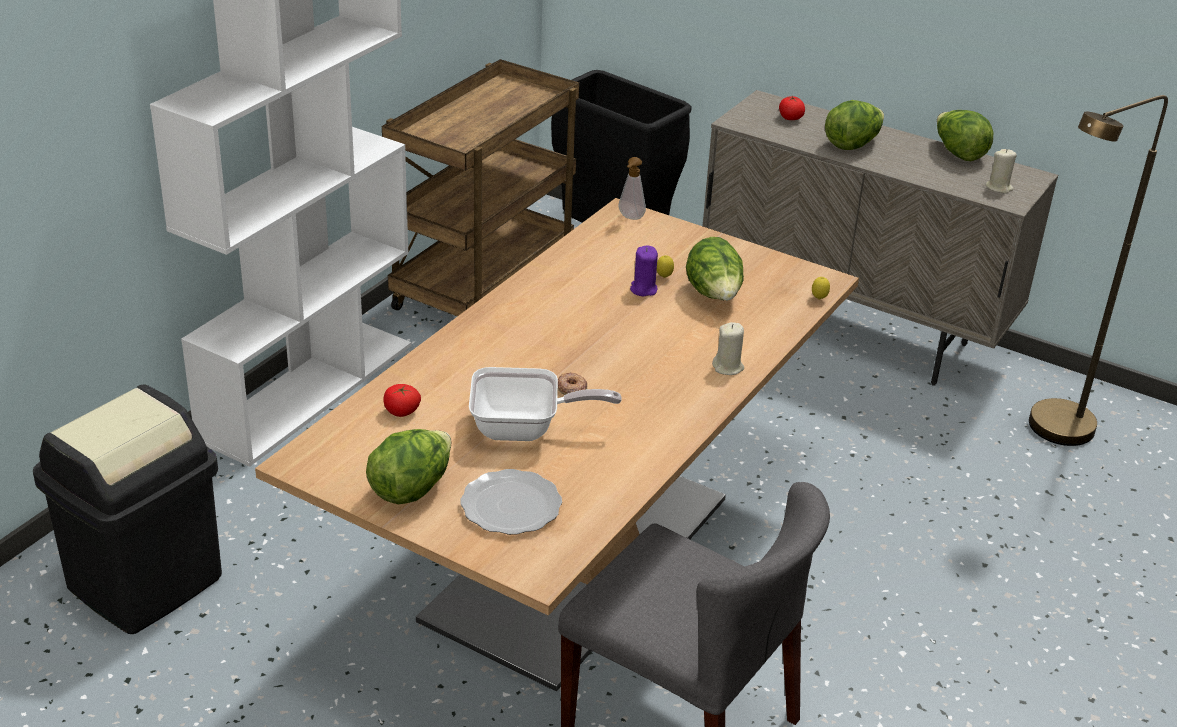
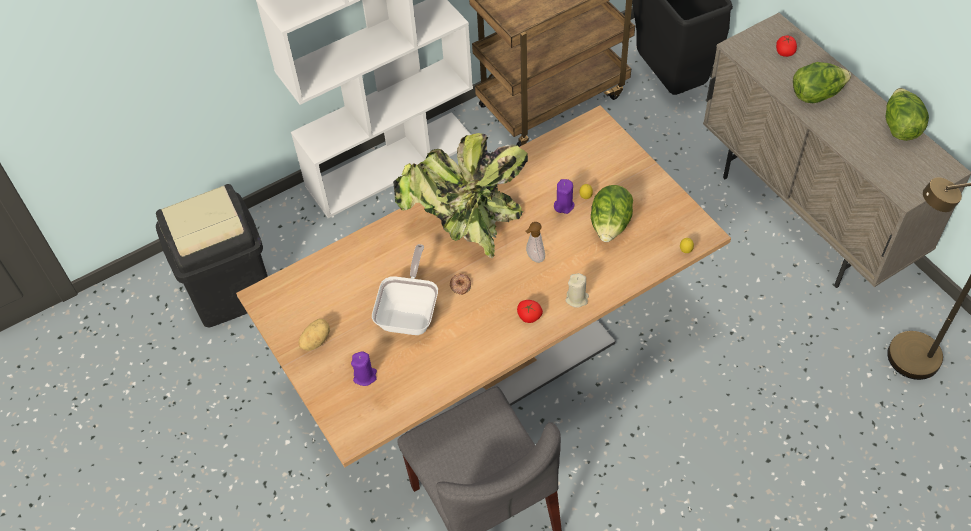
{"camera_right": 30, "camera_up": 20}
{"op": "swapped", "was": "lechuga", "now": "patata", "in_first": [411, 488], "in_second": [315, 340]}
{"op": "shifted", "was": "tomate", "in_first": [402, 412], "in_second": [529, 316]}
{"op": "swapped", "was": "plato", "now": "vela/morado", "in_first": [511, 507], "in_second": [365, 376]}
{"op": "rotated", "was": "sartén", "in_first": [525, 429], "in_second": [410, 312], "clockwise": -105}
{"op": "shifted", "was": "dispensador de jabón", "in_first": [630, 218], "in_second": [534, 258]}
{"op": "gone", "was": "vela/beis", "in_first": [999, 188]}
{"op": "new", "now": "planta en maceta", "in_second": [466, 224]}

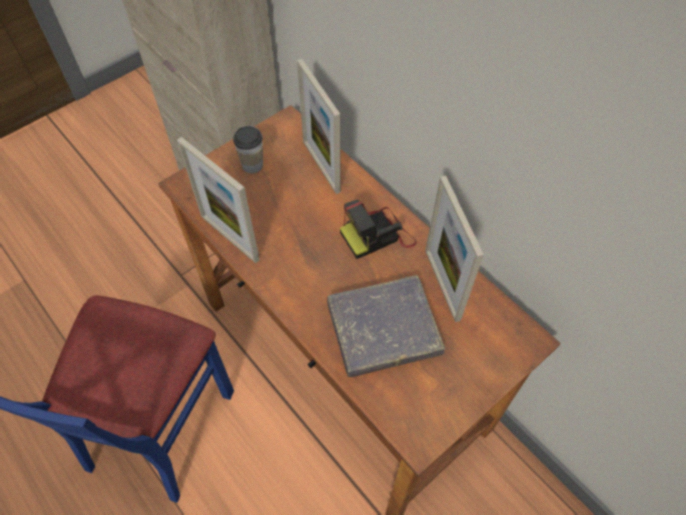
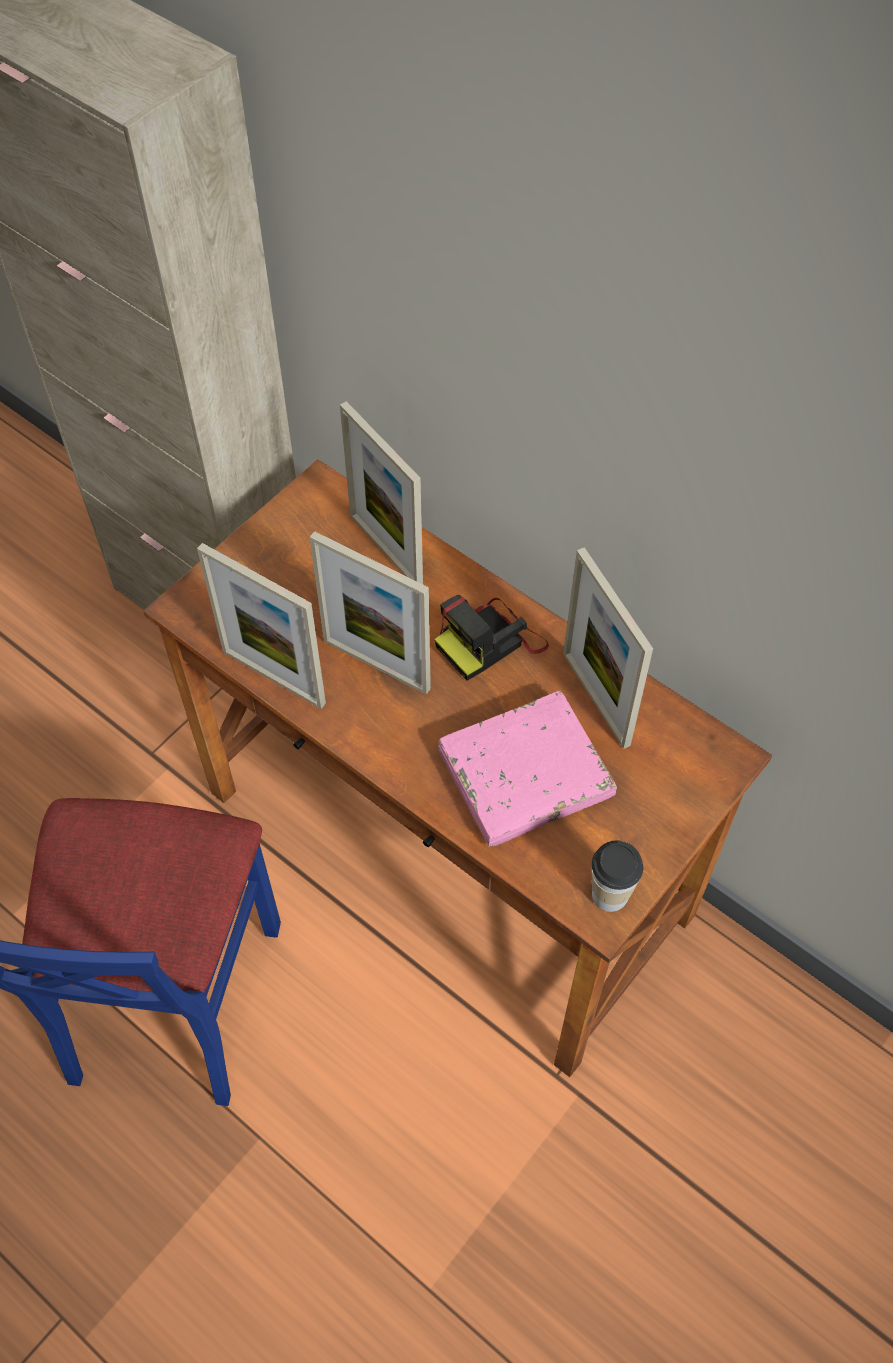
{"camera_right": -10, "camera_up": 0}
{"op": "shifted", "was": "taza", "in_first": [252, 165], "in_second": [610, 894]}
{"op": "repainted", "was": "libro/gris", "now": "libro/rosa", "in_first": [383, 328], "in_second": [525, 773]}
{"op": "new", "now": "portarretratos", "in_second": [376, 664]}

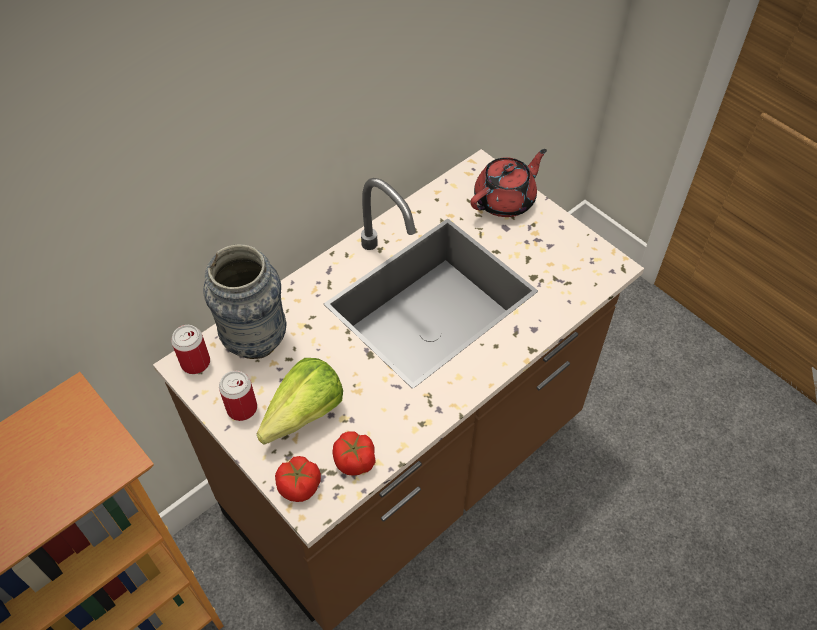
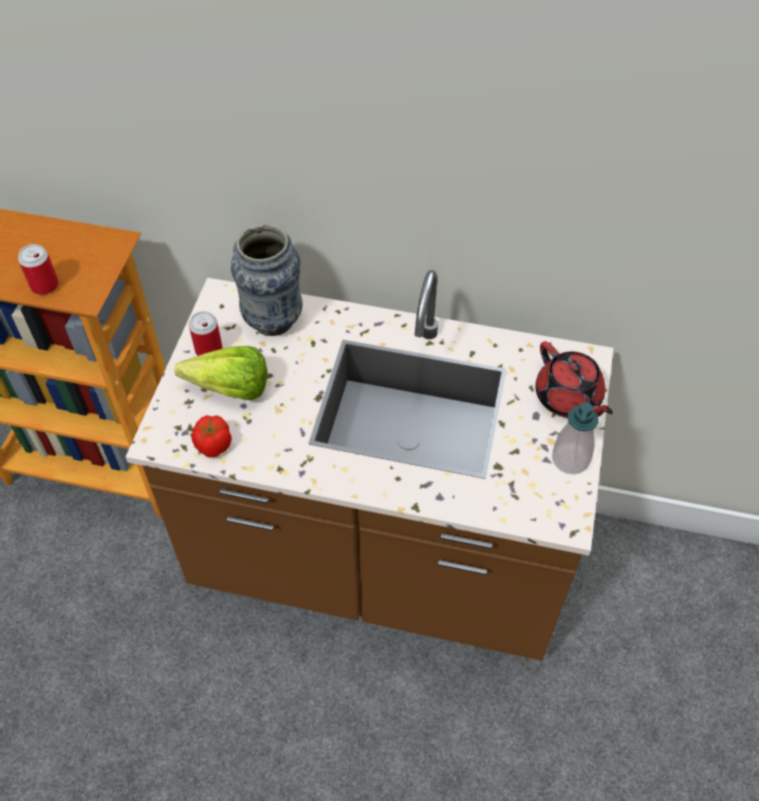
{"camera_right": 55, "camera_up": 0}
{"op": "shifted", "was": "lata", "in_first": [195, 362], "in_second": [44, 285]}
{"op": "gone", "was": "tomate", "in_first": [300, 486]}
{"op": "rotated", "was": "tetera/rojo", "in_first": [505, 200], "in_second": [568, 398], "clockwise": 45}
{"op": "new", "now": "dispensador de jabón", "in_second": [570, 459]}

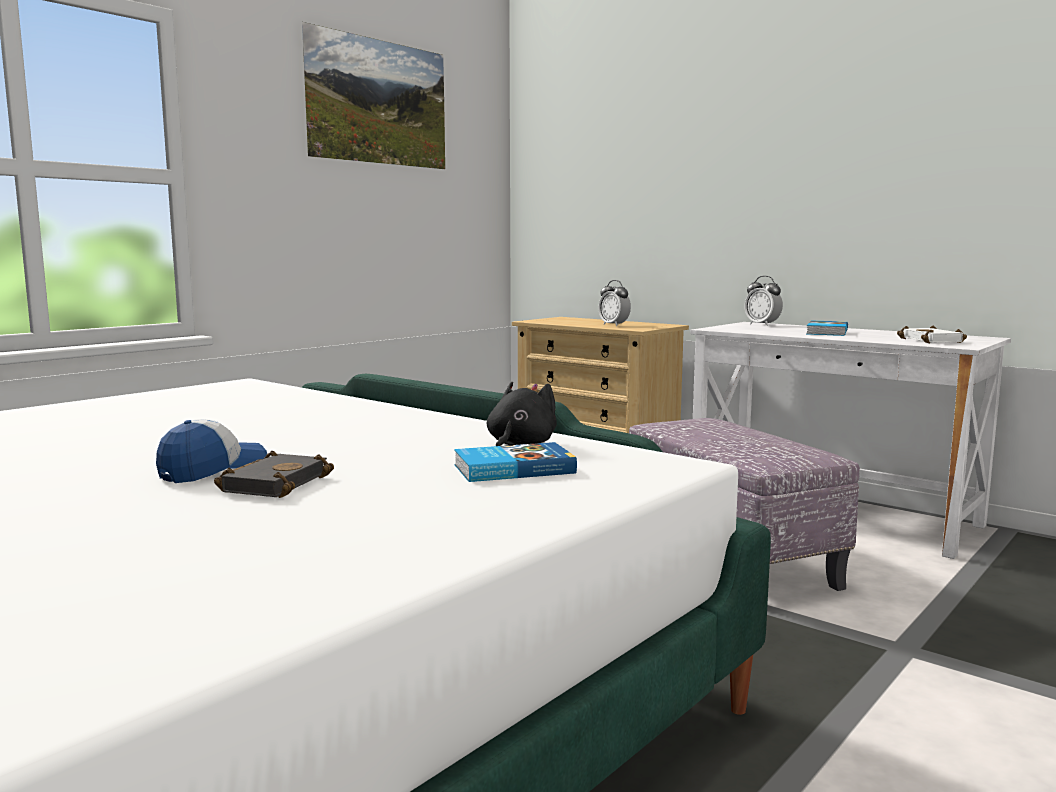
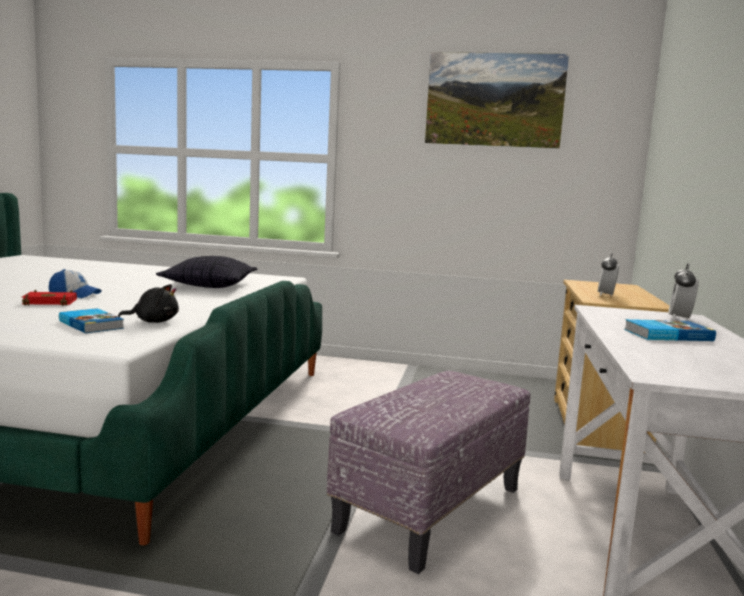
{"camera_right": 60, "camera_up": 0}
{"op": "repainted", "was": "libro/negro", "now": "libro/rojo", "in_first": [274, 483], "in_second": [52, 302]}
{"op": "gone", "was": "libro/blanco", "in_first": [933, 340]}
{"op": "new", "now": "cojín", "in_second": [209, 286]}

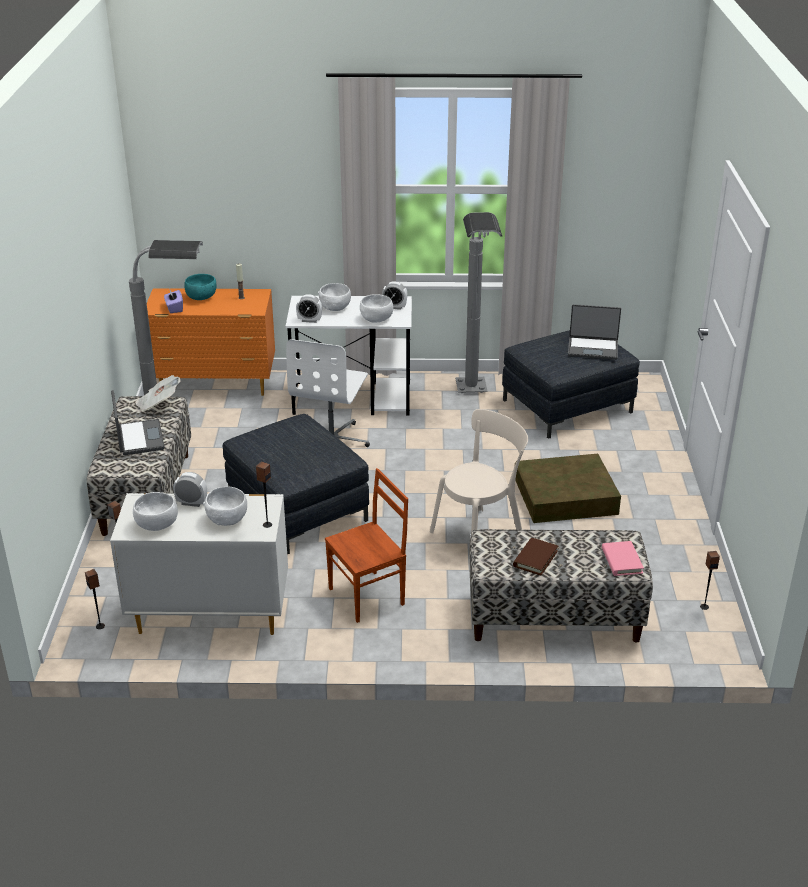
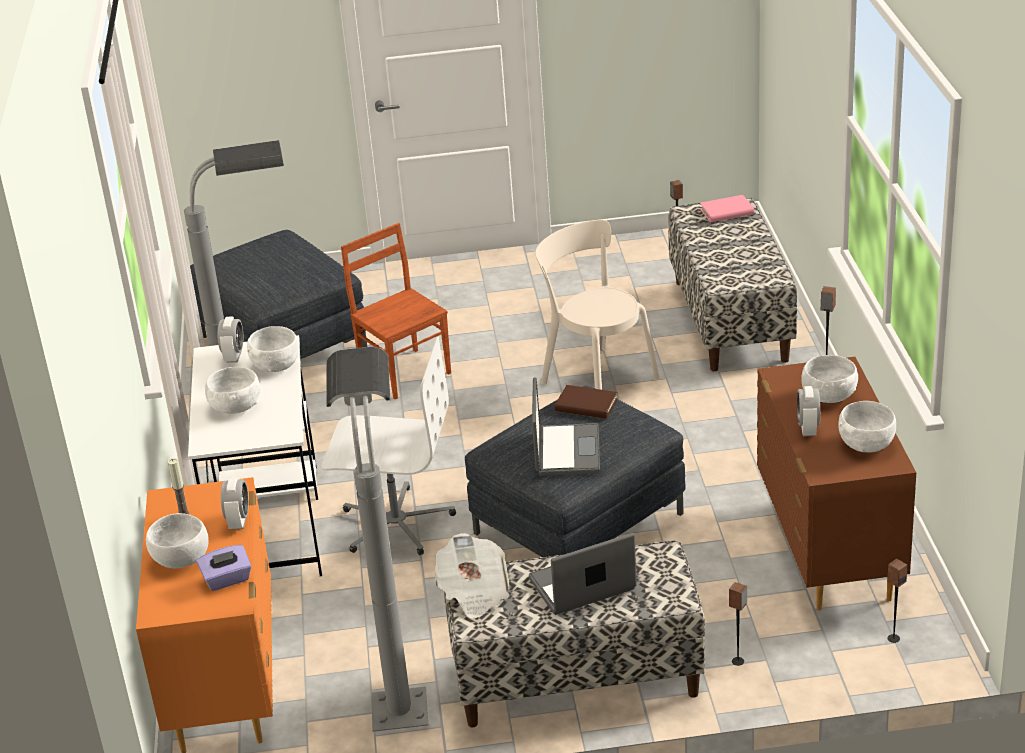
{"camera_right": -95, "camera_up": 0}
{"op": "repainted", "was": "cómoda/blanco", "now": "cómoda/marrón", "in_first": [208, 614], "in_second": [828, 551]}
{"op": "repainted", "was": "cuenco/turquesa", "now": "cuenco/blanco", "in_first": [201, 297], "in_second": [181, 559]}
{"op": "shifted", "was": "despertador", "in_first": [309, 320], "in_second": [238, 521]}
{"op": "shifted", "was": "silla/marrón", "in_first": [368, 597], "in_second": [405, 373]}
{"op": "shifted", "was": "libro/marrón", "in_first": [535, 558], "in_second": [586, 405]}
{"op": "gone", "was": "caja de almacenaje/marrón", "in_first": [565, 496]}
{"op": "shifted", "was": "portátil", "in_first": [593, 348], "in_second": [565, 451]}

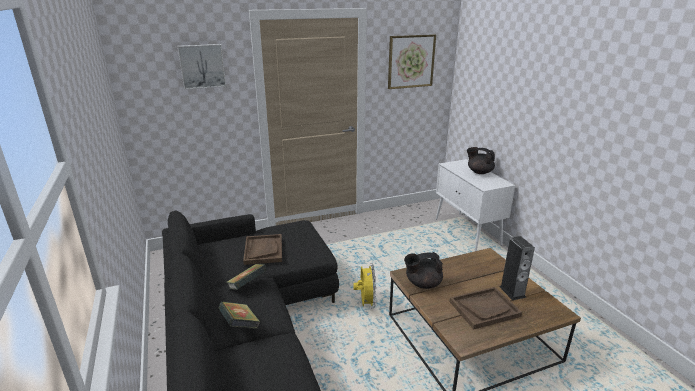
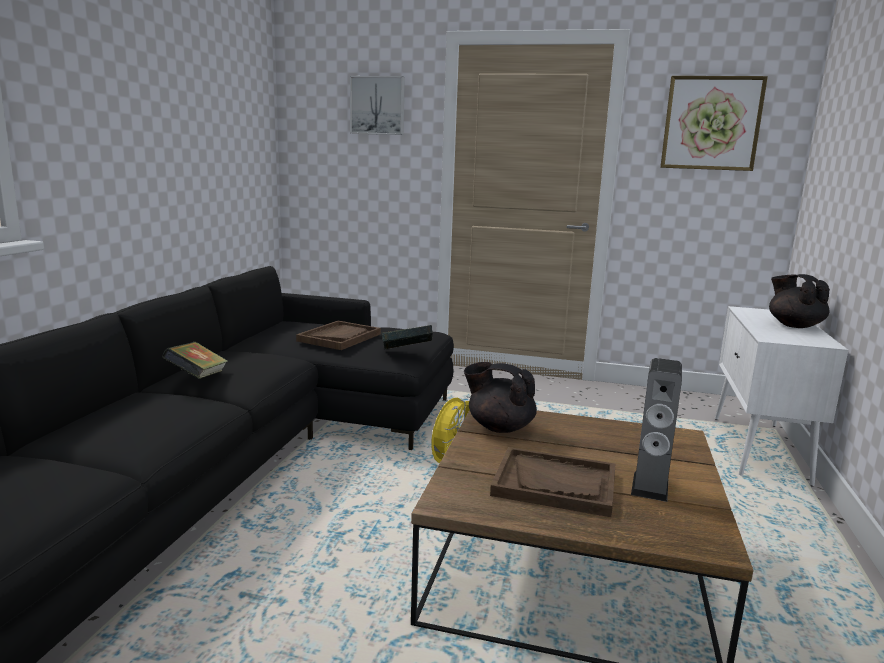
{"camera_right": 35, "camera_up": -10}
{"op": "shifted", "was": "libro", "in_first": [247, 286], "in_second": [406, 353]}

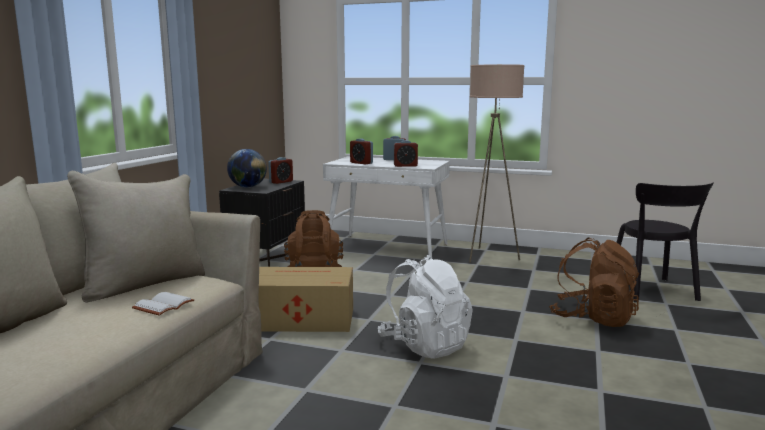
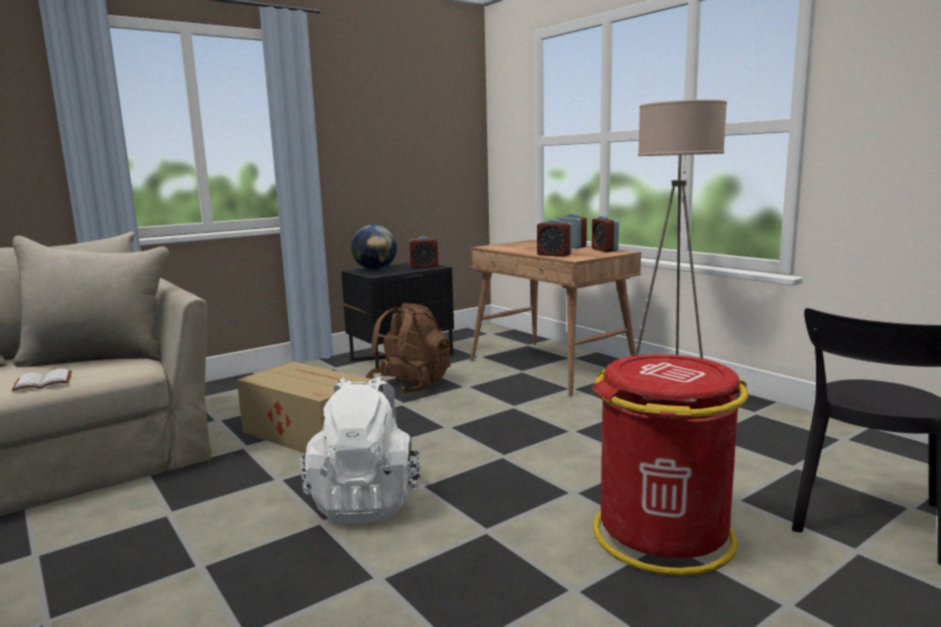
{"camera_right": 35, "camera_up": 0}
{"op": "repainted", "was": "escritorio/blanco", "now": "escritorio/marrón", "in_first": [388, 248], "in_second": [551, 367]}
{"op": "shifted", "was": "despertador", "in_first": [361, 163], "in_second": [604, 250]}
{"op": "swapped", "was": "mochila/marrón", "now": "papelera/rojo", "in_first": [592, 318], "in_second": [663, 535]}

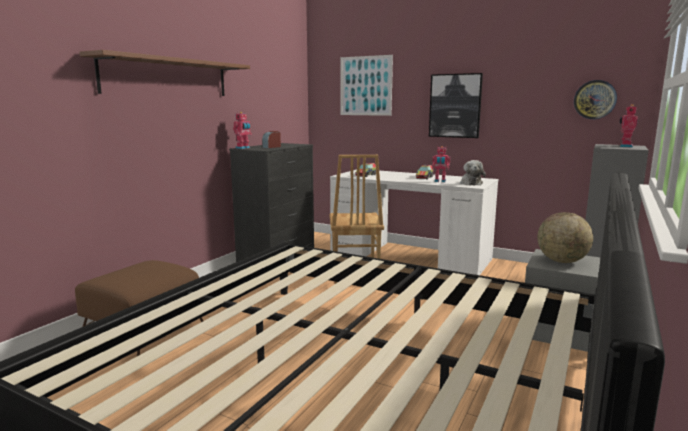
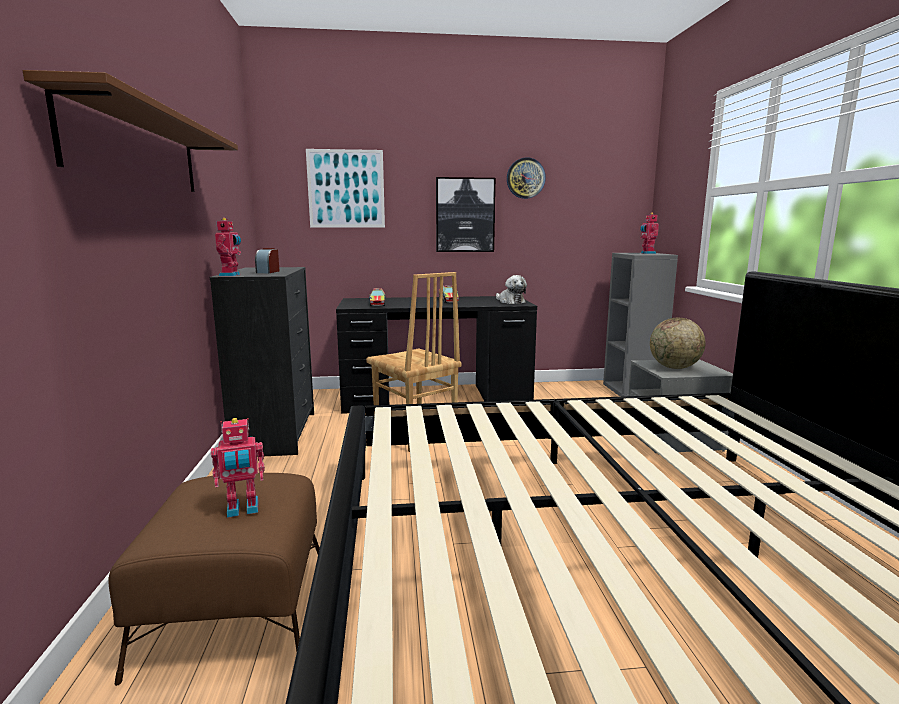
{"camera_right": -35, "camera_up": 0}
{"op": "repainted", "was": "escritorio/blanco", "now": "escritorio/negro", "in_first": [410, 256], "in_second": [436, 397]}
{"op": "shifted", "was": "robot de juguete", "in_first": [440, 181], "in_second": [243, 510]}
{"op": "shifted", "was": "reloj de pared", "in_first": [595, 99], "in_second": [525, 178]}

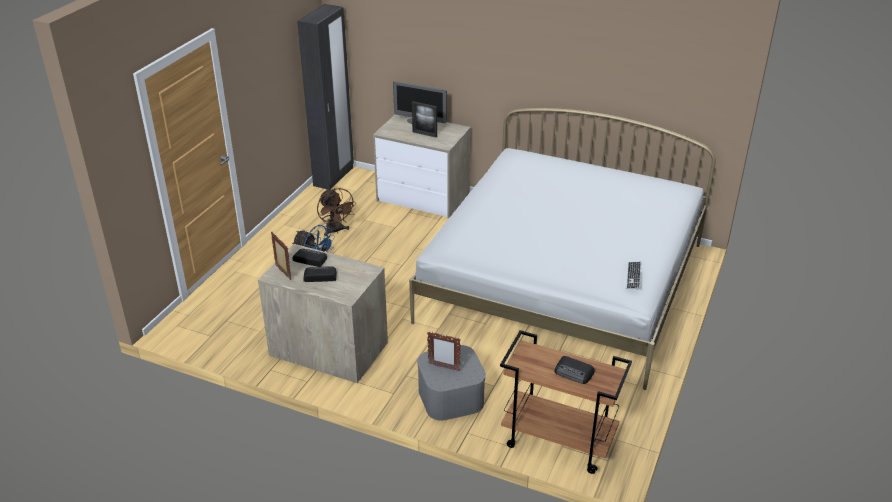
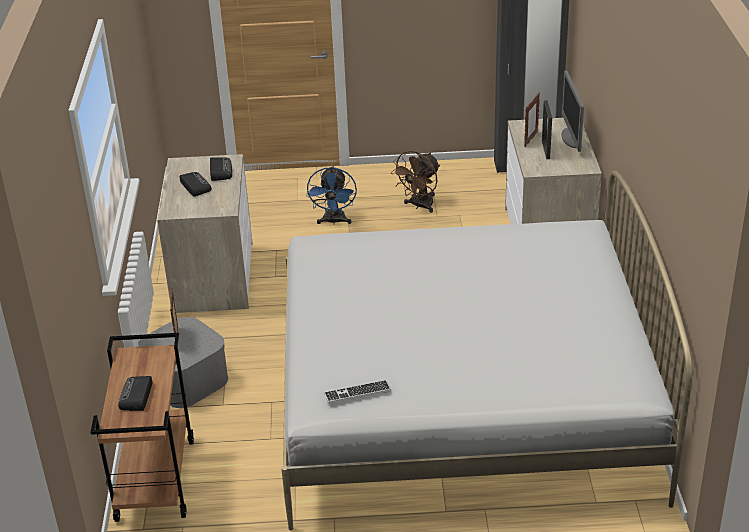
{"camera_right": 65, "camera_up": 0}
{"op": "shifted", "was": "portarretratos", "in_first": [283, 273], "in_second": [530, 139]}

